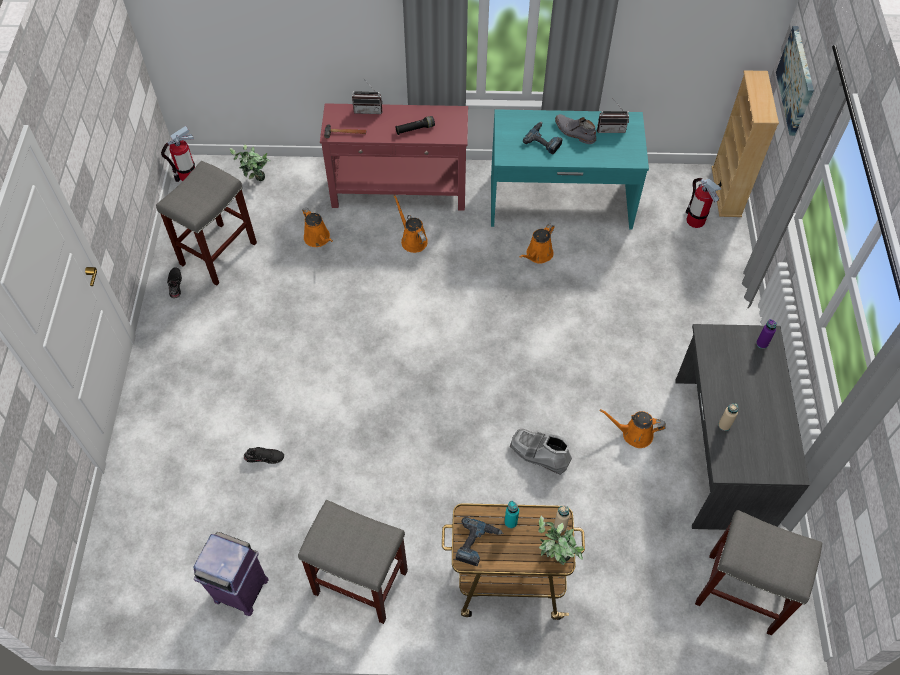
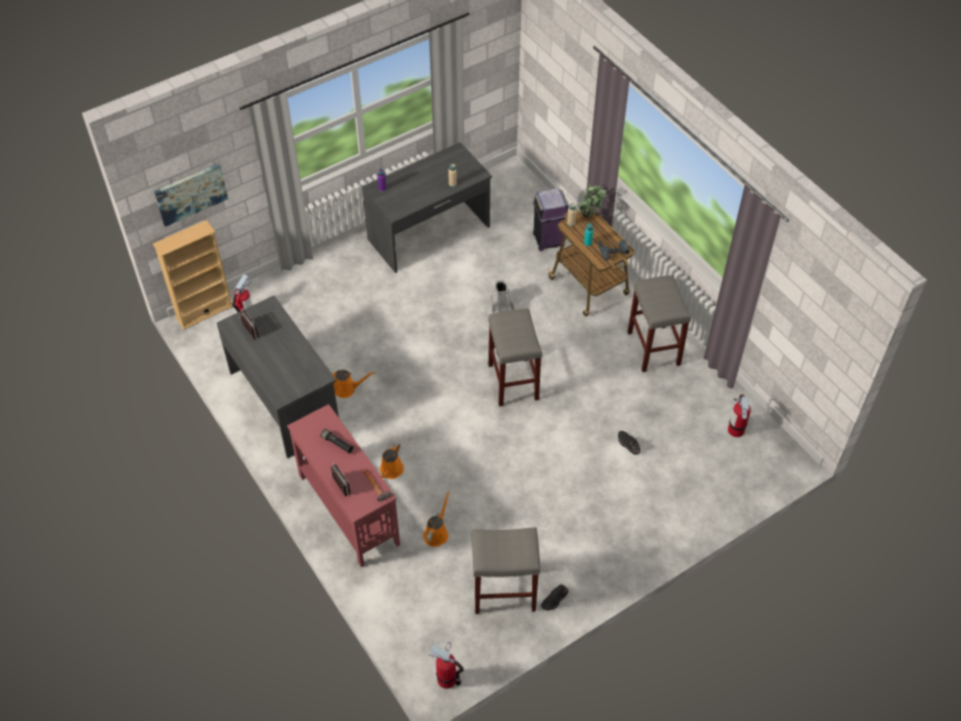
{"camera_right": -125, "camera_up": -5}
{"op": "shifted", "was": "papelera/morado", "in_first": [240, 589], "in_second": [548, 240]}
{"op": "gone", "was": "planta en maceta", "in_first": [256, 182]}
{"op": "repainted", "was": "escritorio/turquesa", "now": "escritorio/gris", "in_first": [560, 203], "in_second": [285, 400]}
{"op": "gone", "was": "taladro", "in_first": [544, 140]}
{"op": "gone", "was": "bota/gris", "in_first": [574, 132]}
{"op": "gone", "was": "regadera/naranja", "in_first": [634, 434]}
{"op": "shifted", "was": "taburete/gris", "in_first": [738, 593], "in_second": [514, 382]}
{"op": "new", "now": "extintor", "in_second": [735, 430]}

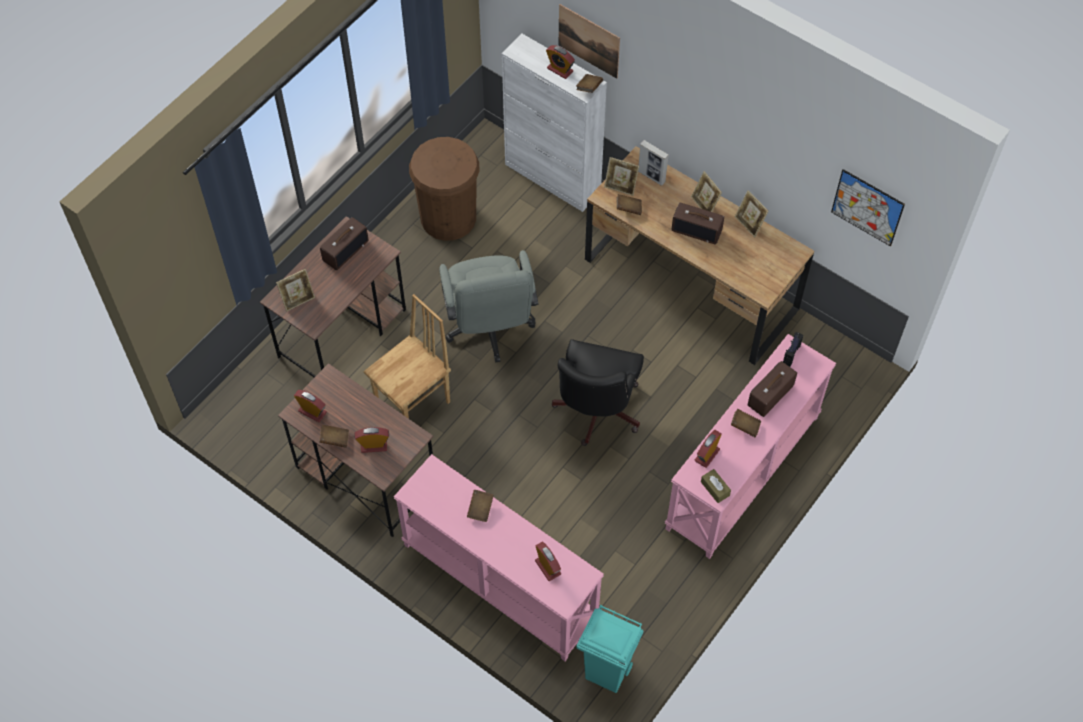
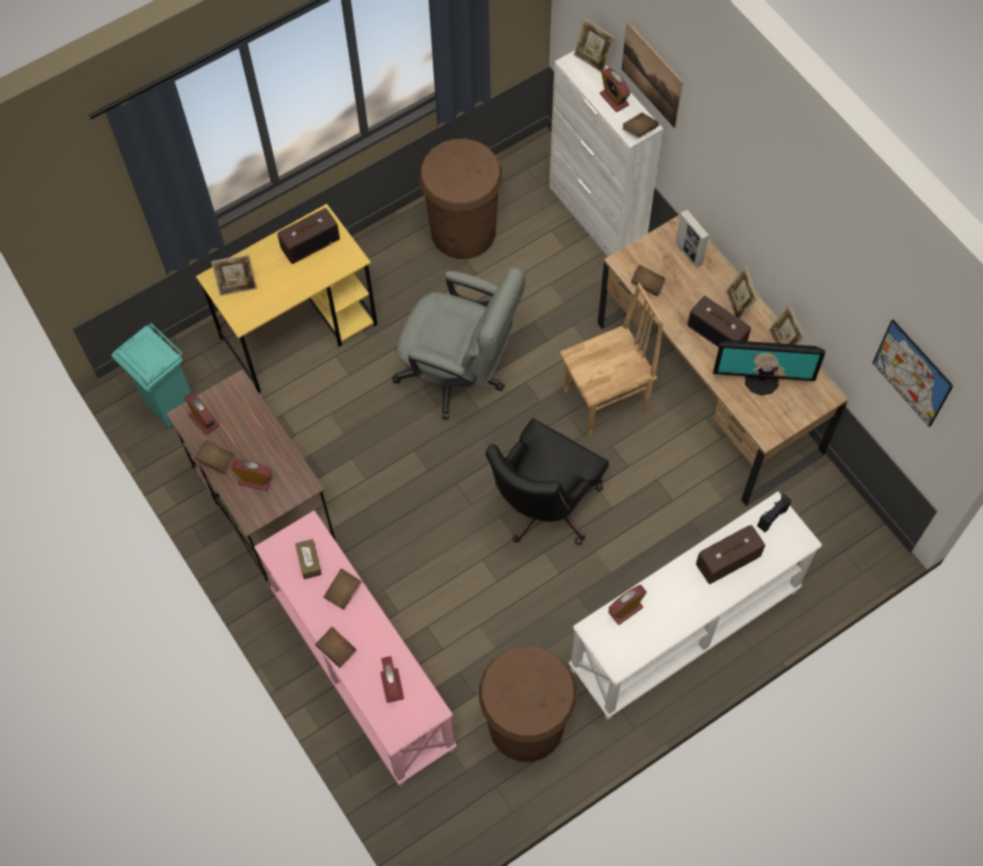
{"camera_right": 20, "camera_up": 5}
{"op": "repainted", "was": "escritorio/marrón", "now": "escritorio/amarillo", "in_first": [343, 332], "in_second": [300, 330]}
{"op": "shifted", "was": "silla/marrón", "in_first": [414, 404], "in_second": [606, 401]}
{"op": "rotated", "was": "silla de oficina/gris", "in_first": [489, 330], "in_second": [460, 375], "clockwise": -75}
{"op": "shifted", "was": "papelera/turquesa", "in_first": [608, 673], "in_second": [171, 406]}
{"op": "shifted", "was": "portarretratos", "in_first": [620, 187], "in_second": [592, 60]}
{"op": "repainted", "was": "mesa consola/rosa", "now": "mesa consola/blanco", "in_first": [743, 473], "in_second": [684, 632]}
{"op": "shifted", "was": "caja de pañuelos/marrón", "in_first": [715, 488], "in_second": [309, 561]}
{"op": "shifted", "was": "libro/marrón", "in_first": [745, 426], "in_second": [336, 650]}
{"op": "new", "now": "papelera/marrón", "in_second": [526, 724]}
{"op": "new", "now": "monitor", "in_second": [761, 380]}

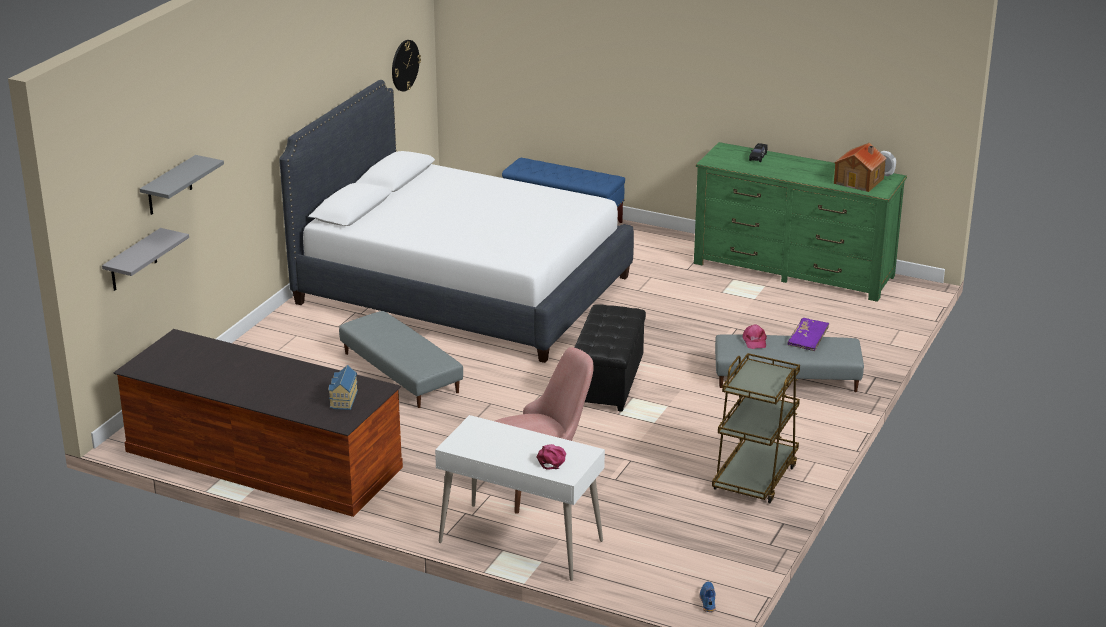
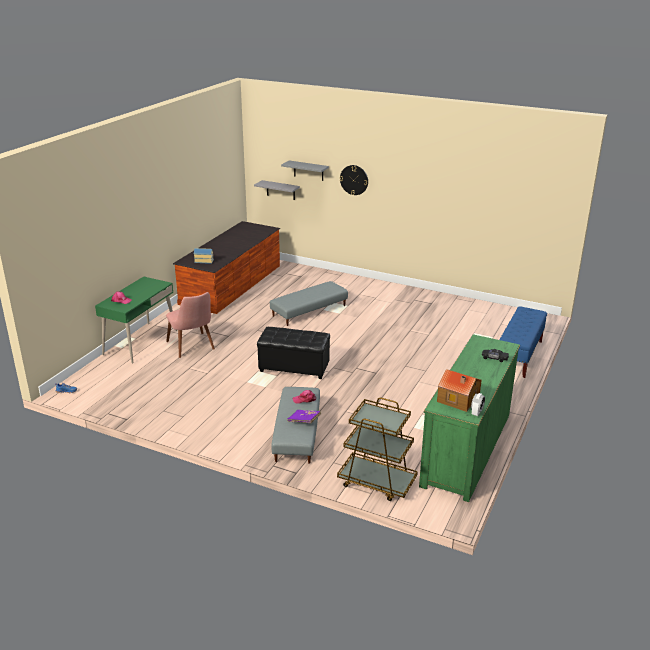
{"camera_right": 90, "camera_up": 0}
{"op": "gone", "was": "cama/blanco", "in_first": [462, 290]}
{"op": "shifted", "was": "reloj de pared", "in_first": [404, 65], "in_second": [354, 180]}
{"op": "repainted", "was": "escritorio/blanco", "now": "escritorio/verde", "in_first": [520, 542], "in_second": [140, 342]}
{"op": "shifted", "was": "carrito/marrón", "in_first": [755, 477], "in_second": [376, 482]}

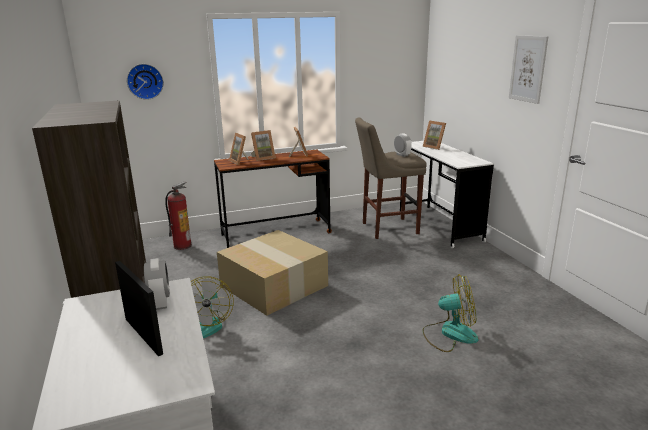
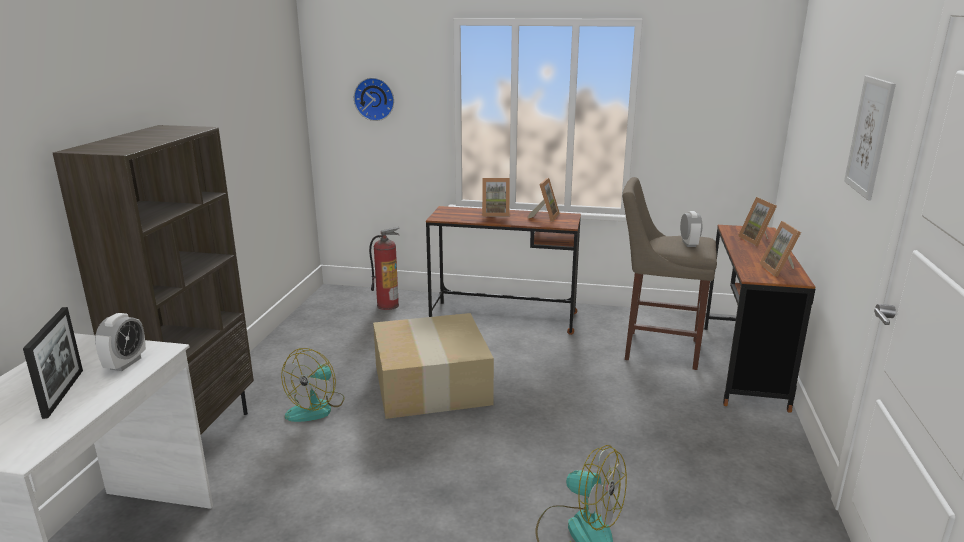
{"camera_right": 30, "camera_up": 0}
{"op": "shifted", "was": "portarretratos", "in_first": [240, 161], "in_second": [780, 270]}
{"op": "repainted", "was": "escritorio/blanco", "now": "escritorio/marrón", "in_first": [439, 225], "in_second": [743, 366]}

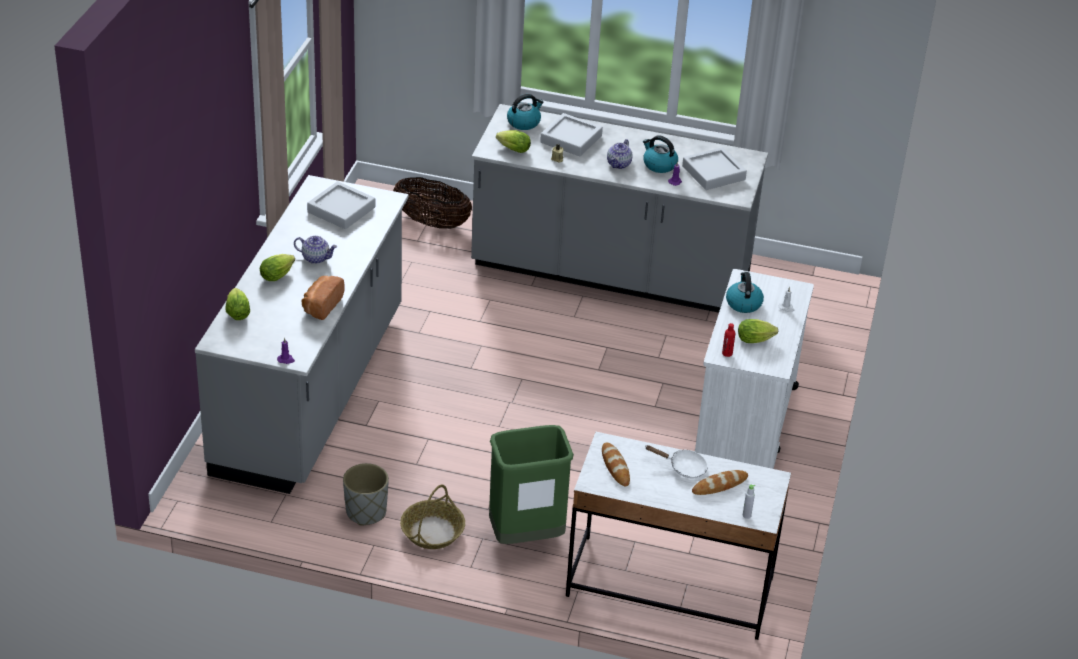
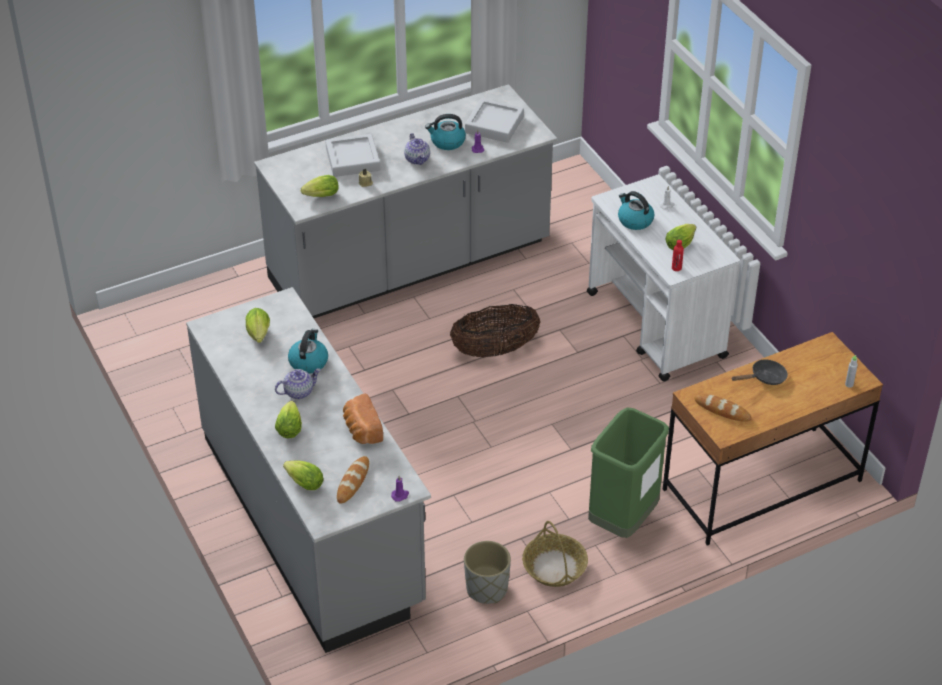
{"camera_right": -40, "camera_up": 5}
{"op": "swapped", "was": "bandeja/gris", "now": "lechuga", "in_first": [341, 210], "in_second": [259, 336]}
{"op": "shifted", "was": "cesta", "in_first": [432, 223], "in_second": [495, 350]}
{"op": "shifted", "was": "hervidor", "in_first": [524, 122], "in_second": [308, 362]}
{"op": "repainted", "was": "escritorio/blanco", "now": "escritorio/marrón", "in_first": [669, 587], "in_second": [761, 485]}
{"op": "repainted", "was": "sartén/blanco", "now": "sartén/negro", "in_first": [683, 467], "in_second": [765, 378]}
{"op": "shifted", "was": "pan", "in_first": [719, 485], "in_second": [353, 482]}

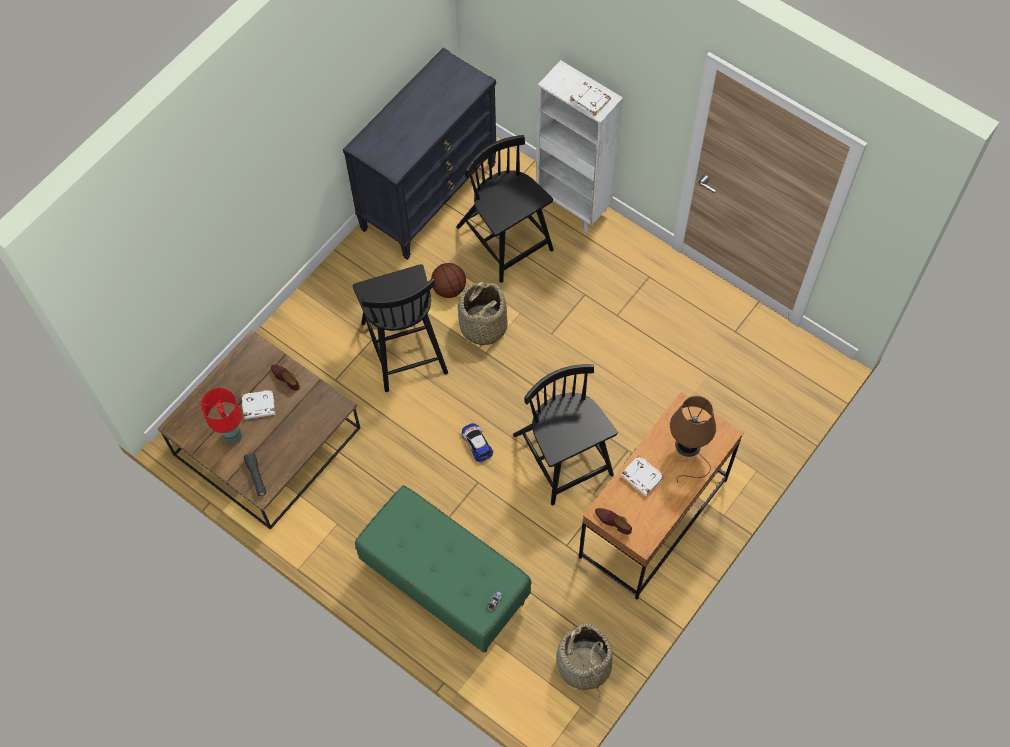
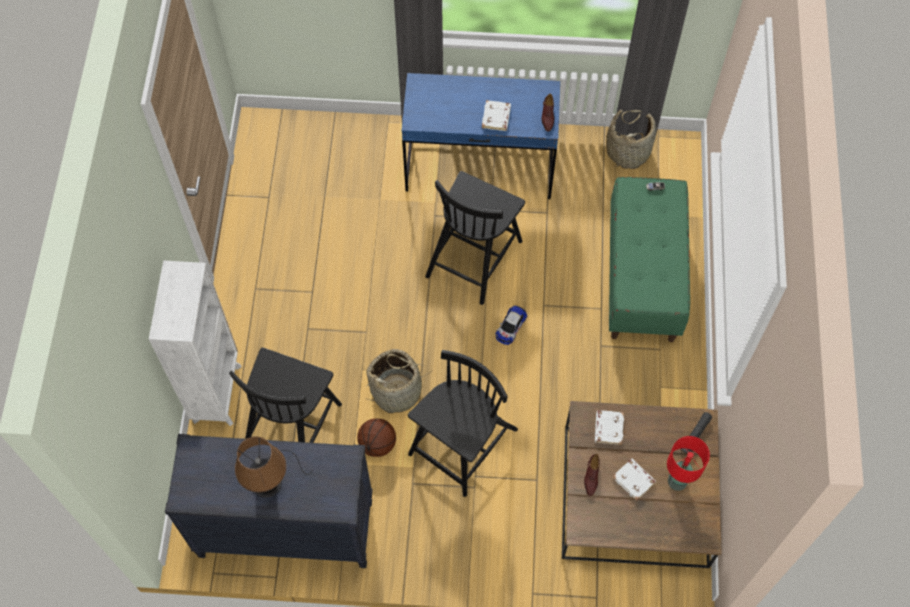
{"camera_right": -125, "camera_up": 0}
{"op": "shifted", "was": "libro/blanco", "in_first": [591, 100], "in_second": [608, 428]}
{"op": "repainted", "was": "escritorio/marrón", "now": "escritorio/azul", "in_first": [653, 518], "in_second": [480, 168]}
{"op": "shifted", "was": "lámpara de mesa/marrón", "in_first": [689, 448], "in_second": [270, 481]}

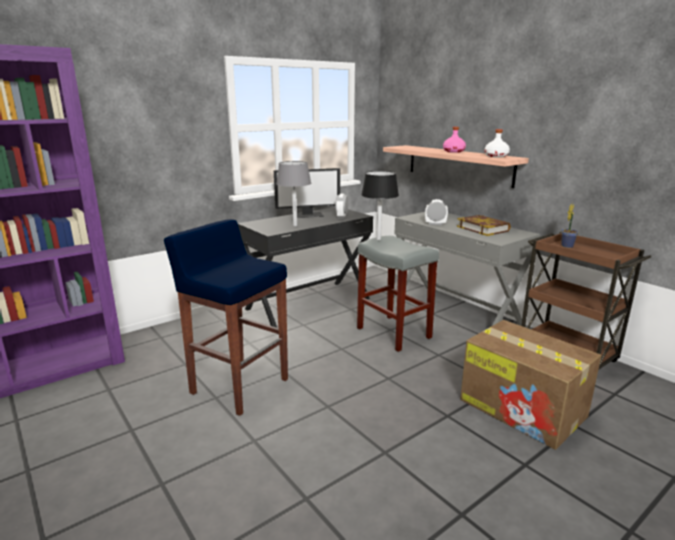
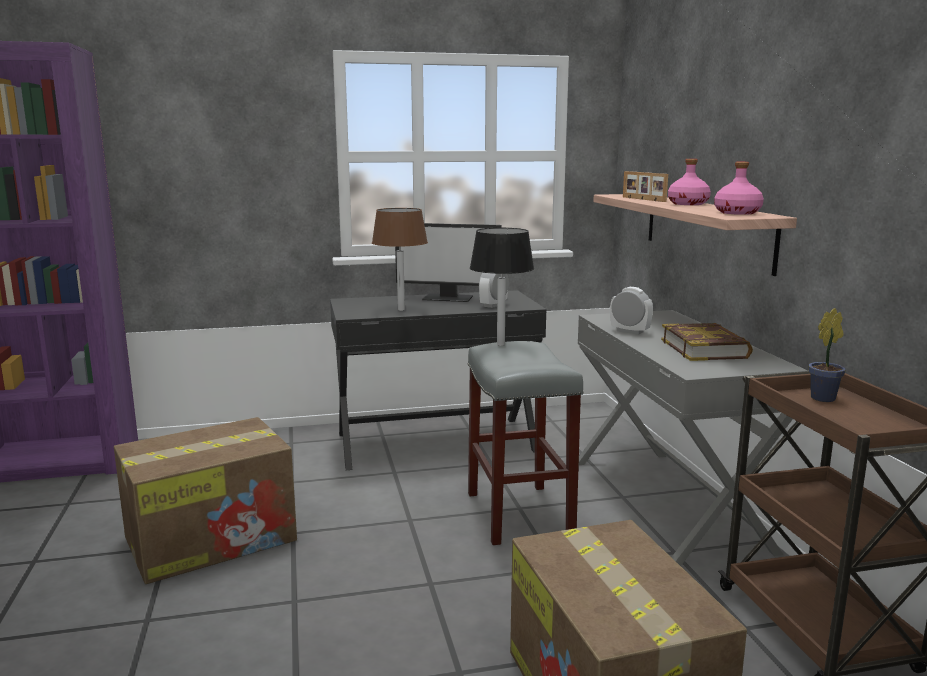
{"camera_right": 25, "camera_up": -5}
{"op": "swapped", "was": "taburete/azul", "now": "caja de cartón", "in_first": [238, 386], "in_second": [213, 538]}
{"op": "repainted", "was": "lámpara de mesa/gris", "now": "lámpara de mesa/marrón", "in_first": [295, 225], "in_second": [401, 310]}
{"op": "repainted", "was": "botella/blanco", "now": "botella/rosa", "in_first": [496, 156], "in_second": [737, 213]}
{"op": "new", "now": "portarretratos", "in_second": [642, 199]}

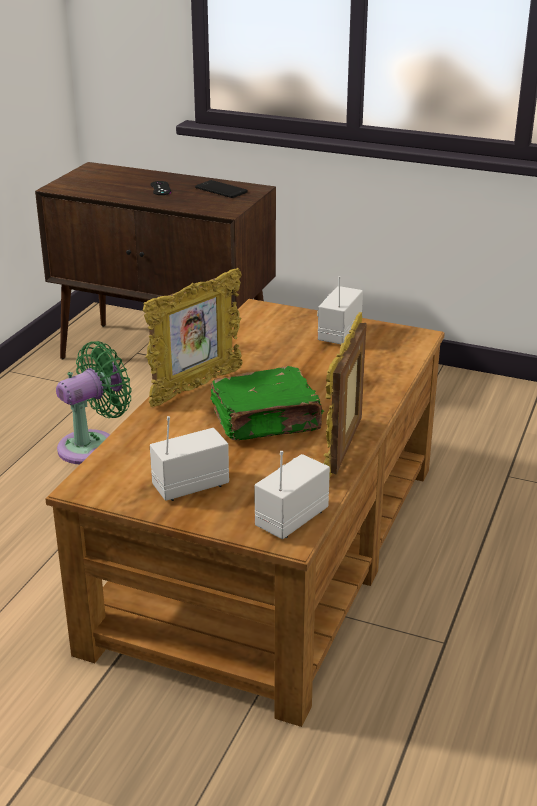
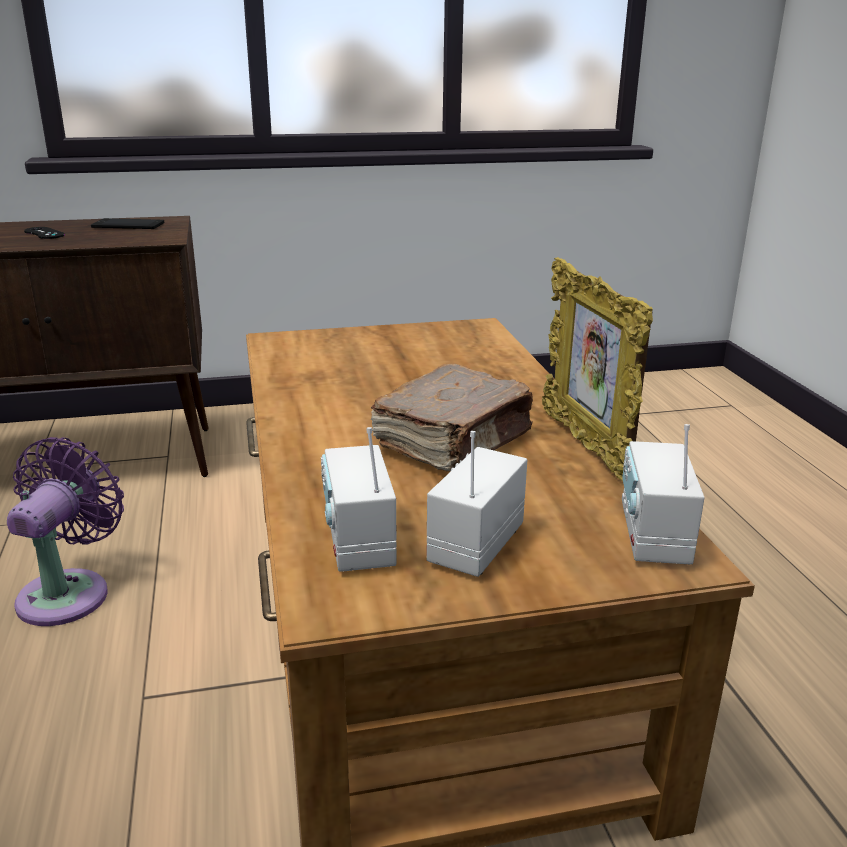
{"camera_right": -35, "camera_up": -5}
{"op": "repainted", "was": "ventilador/verde", "now": "ventilador/morado", "in_first": [93, 446], "in_second": [69, 592]}
{"op": "gone", "was": "portarretratos", "in_first": [195, 387]}
{"op": "repainted", "was": "libro/verde", "now": "libro/marrón", "in_first": [267, 421], "in_second": [455, 442]}
{"op": "shifted", "was": "radio", "in_first": [338, 334], "in_second": [358, 543]}

